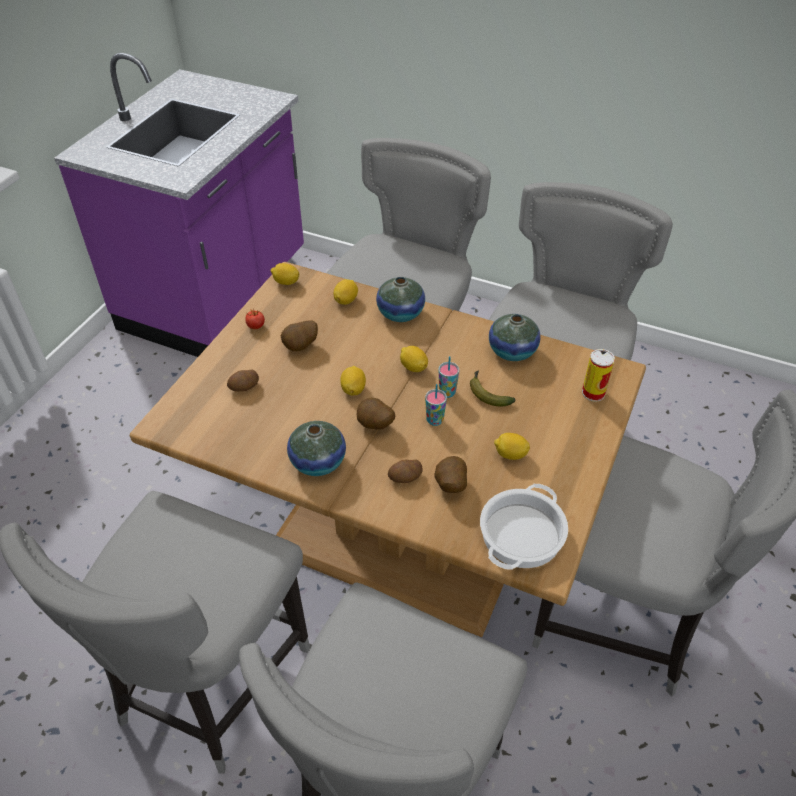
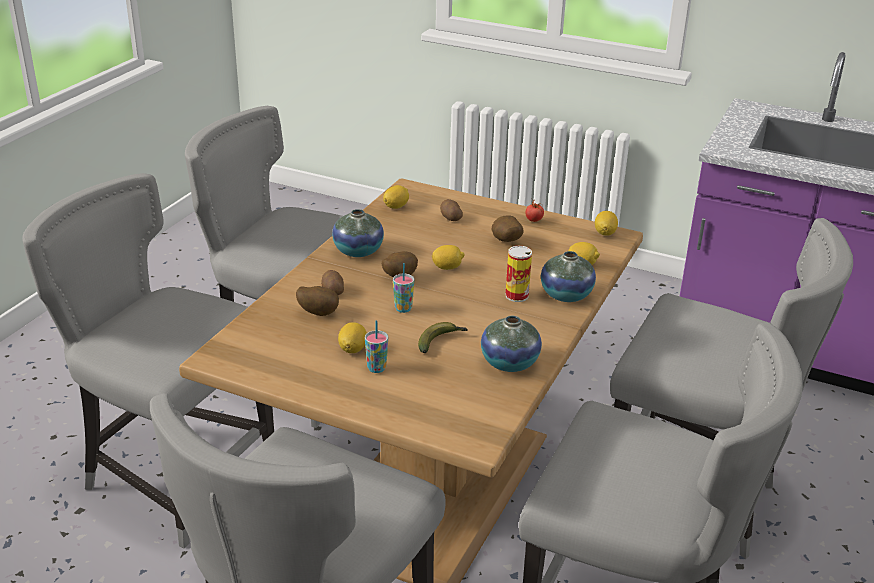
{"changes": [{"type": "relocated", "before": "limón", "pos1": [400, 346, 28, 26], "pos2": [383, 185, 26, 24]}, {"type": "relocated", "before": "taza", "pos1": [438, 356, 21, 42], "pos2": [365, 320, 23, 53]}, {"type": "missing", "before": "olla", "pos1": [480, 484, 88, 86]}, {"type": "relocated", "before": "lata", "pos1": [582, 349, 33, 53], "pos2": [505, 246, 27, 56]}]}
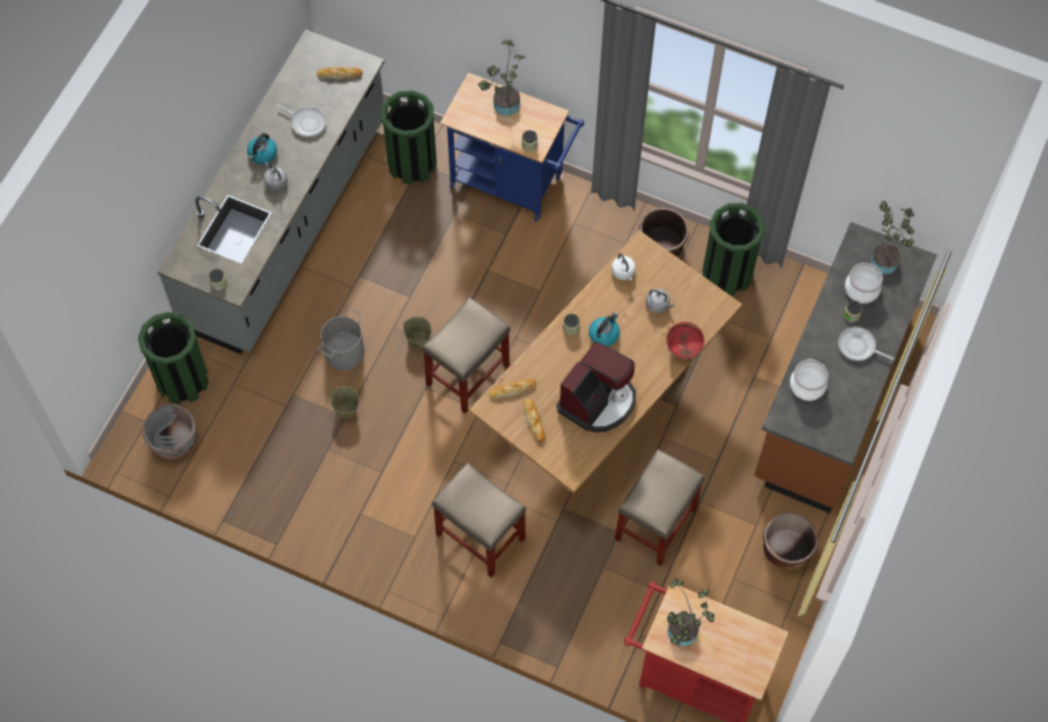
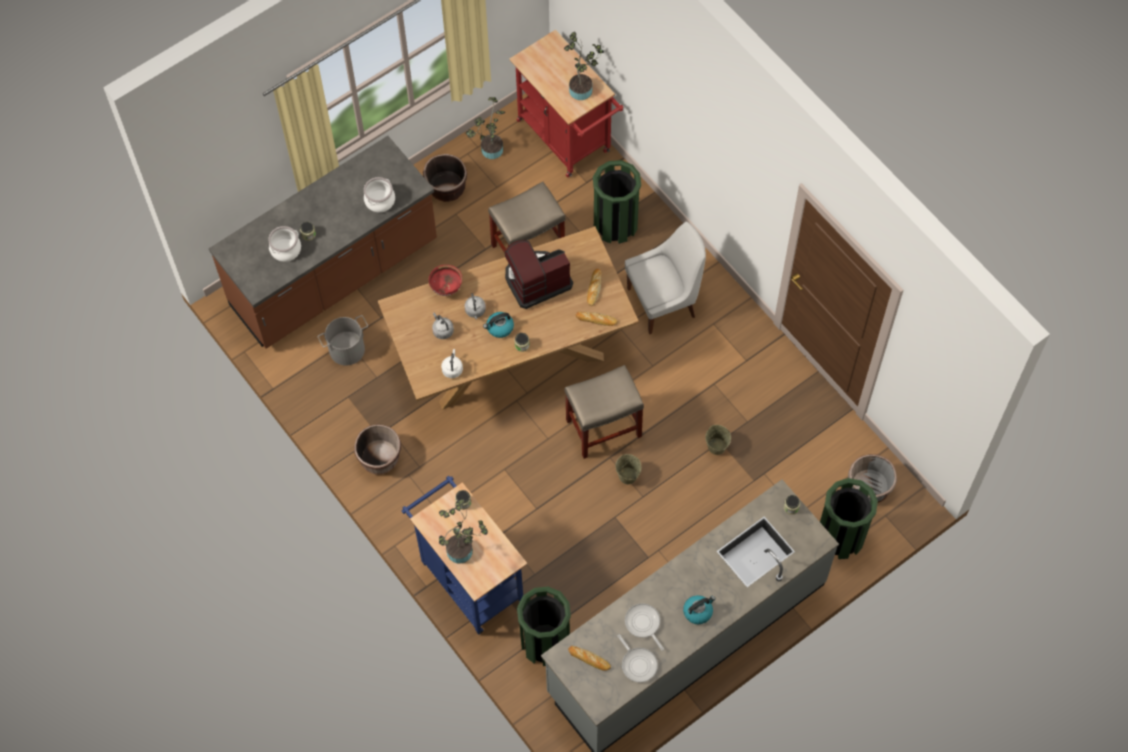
{"changes": [{"type": "relocated", "before": "hervidor (gris)", "pos1": [264, 161, 24, 30], "pos2": [465, 293, 21, 26]}, {"type": "relocated", "before": "cubo (gris)", "pos1": [318, 308, 47, 62], "pos2": [318, 315, 50, 51]}, {"type": "exchanged", "before": "taburete (beis)", "after": "silla (blanco)", "pos1": [432, 463, 94, 115], "pos2": [625, 222, 81, 112]}, {"type": "relocated", "before": "papelera (verde)", "pos1": [702, 203, 63, 93], "pos2": [593, 160, 48, 84]}, {"type": "relocated", "before": "sartén", "pos1": [838, 326, 56, 35], "pos2": [617, 634, 41, 48]}, {"type": "relocated", "before": "planta en maceta", "pos1": [871, 201, 44, 73], "pos2": [466, 97, 39, 62]}]}
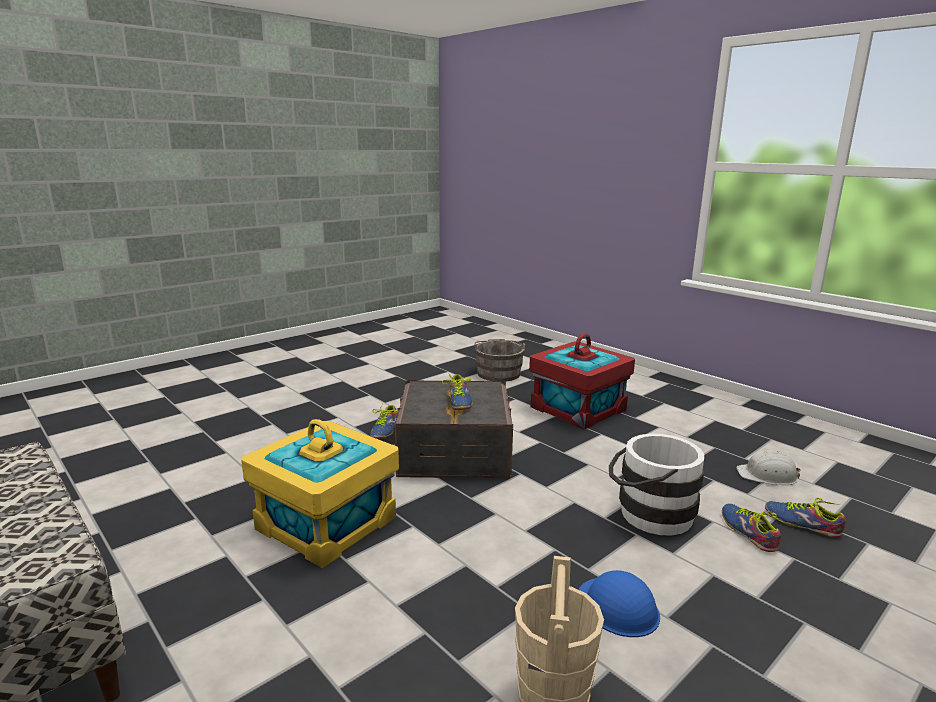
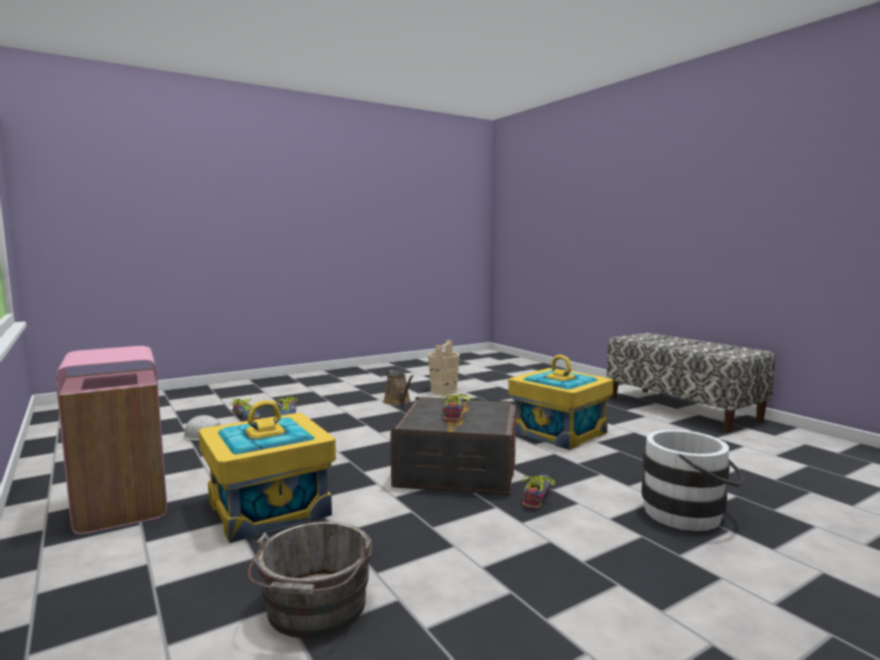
{"changes": [{"type": "colour", "before": "caja de almacenaje (rojo)", "after": "caja de almacenaje (amarillo)", "pos1": [529, 333, 106, 97], "pos2": [198, 400, 138, 143]}, {"type": "exchanged", "before": "casco (azul)", "after": "regadera (marrón)", "pos1": [579, 570, 81, 67], "pos2": [384, 370, 29, 35]}, {"type": "relocated", "before": "cubo (blanco)", "pos1": [609, 434, 95, 102], "pos2": [641, 430, 104, 101]}, {"type": "appeared", "after": "papelera (rosa)", "pos2": [56, 346, 111, 188]}]}
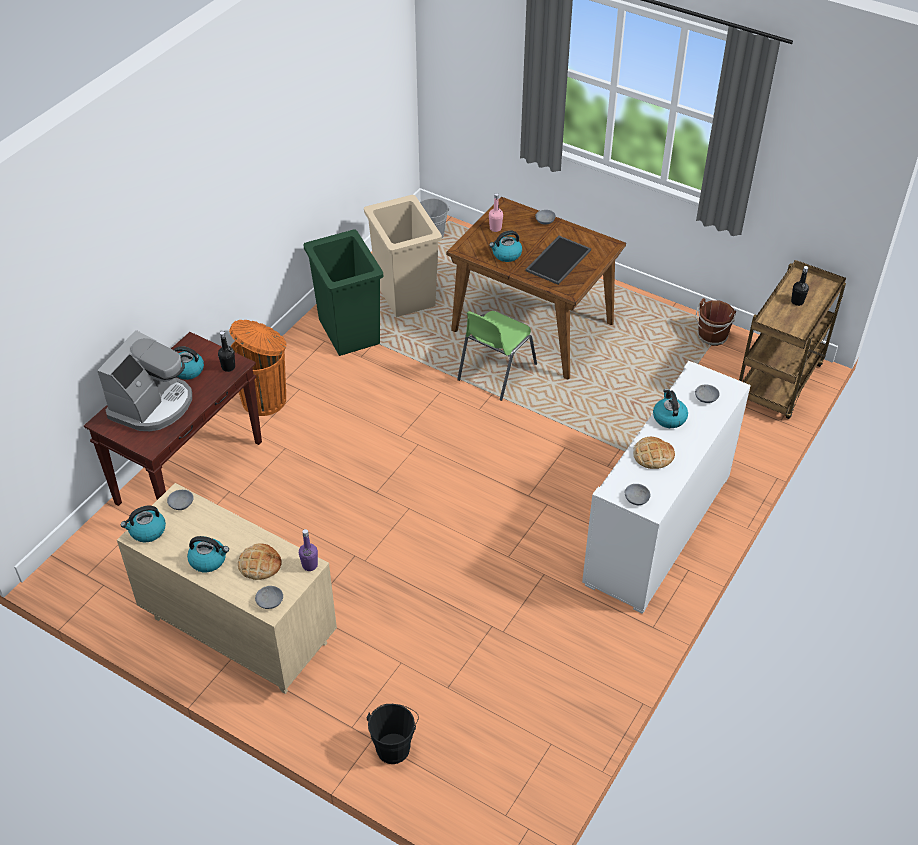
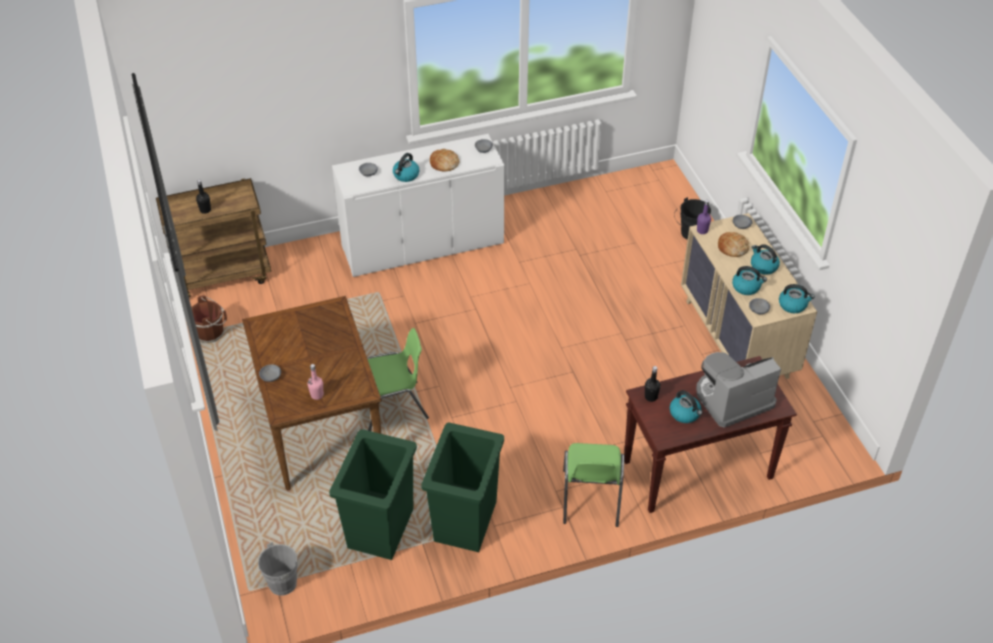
{"changes": [{"type": "exchanged", "before": "papelera (naranja)", "after": "silla (verde)", "pos1": [229, 320, 58, 96], "pos2": [563, 443, 61, 84]}, {"type": "colour", "before": "papelera (beis)", "after": "papelera (verde)", "pos1": [364, 195, 78, 122], "pos2": [329, 429, 88, 131]}, {"type": "relocated", "before": "hervidor", "pos1": [489, 231, 33, 31], "pos2": [732, 266, 35, 29]}, {"type": "missing", "before": "bandeja", "pos1": [525, 236, 66, 49]}]}
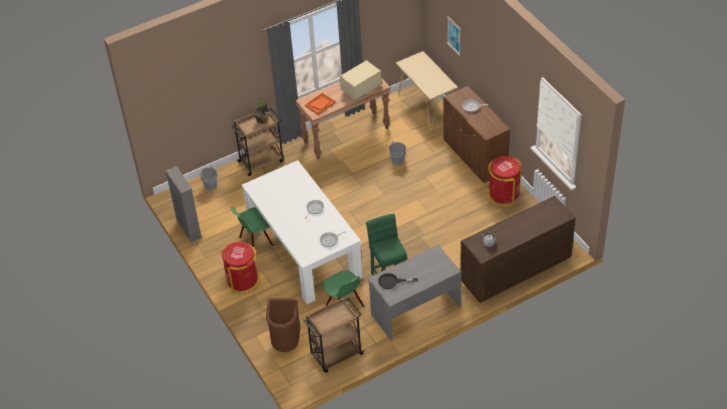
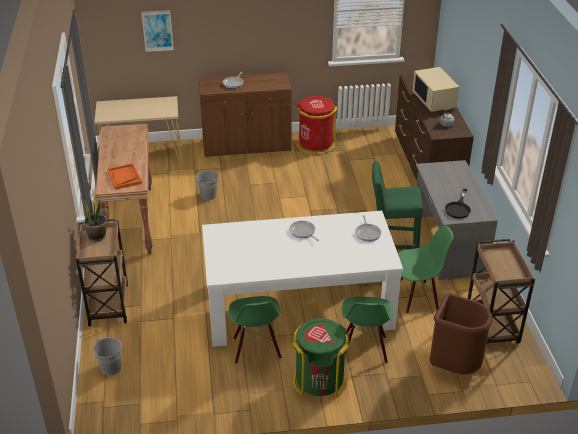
{"changes": [{"type": "missing", "before": "estantería (gris)", "pos1": [166, 166, 36, 77]}, {"type": "colour", "before": "papelera (rojo)", "after": "papelera (verde)", "pos1": [222, 242, 38, 52], "pos2": [293, 318, 56, 79]}, {"type": "relocated", "before": "microondas (beis)", "pos1": [340, 60, 42, 40], "pos2": [413, 67, 46, 45]}, {"type": "appeared", "after": "silla (verde)", "pos2": [342, 297, 51, 66]}]}
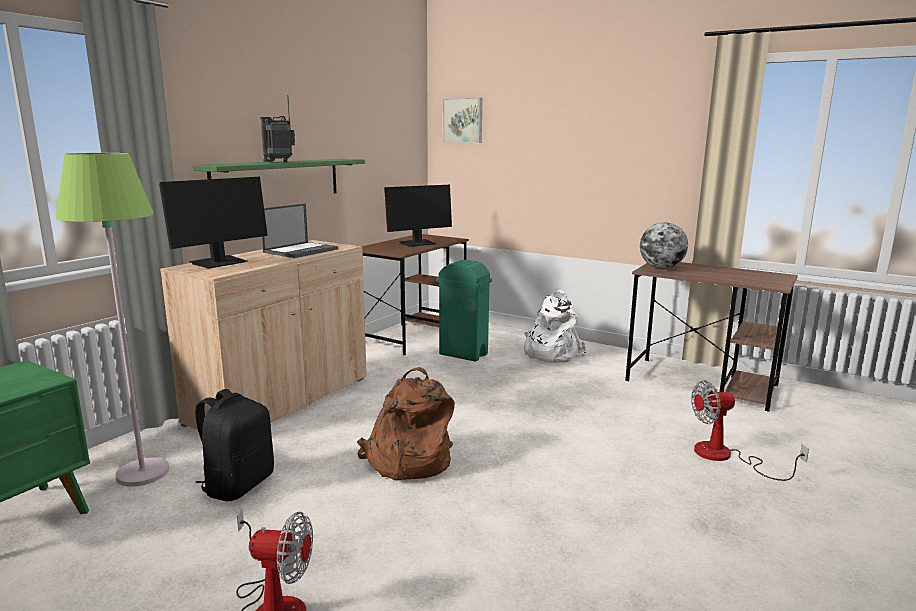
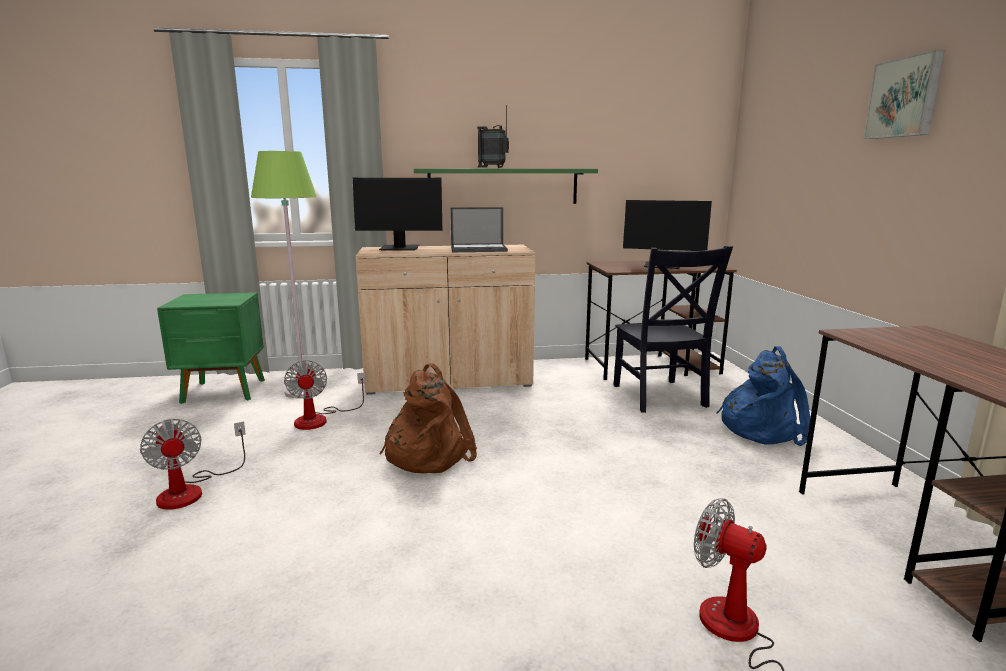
{"changes": [{"type": "exchanged", "before": "mochila (negro)", "after": "ventilador", "pos1": [195, 389, 79, 112], "pos2": [284, 360, 82, 70]}, {"type": "exchanged", "before": "papelera (verde)", "after": "silla (negro)", "pos1": [437, 260, 55, 102], "pos2": [613, 246, 120, 167]}, {"type": "relocated", "before": "cuadro", "pos1": [443, 98, 39, 45], "pos2": [863, 50, 82, 89]}, {"type": "colour", "before": "mochila (blanco)", "after": "mochila (azul)", "pos1": [524, 290, 62, 72], "pos2": [716, 346, 94, 100]}, {"type": "missing", "before": "globo terráqueo", "pos1": [640, 222, 48, 47]}]}
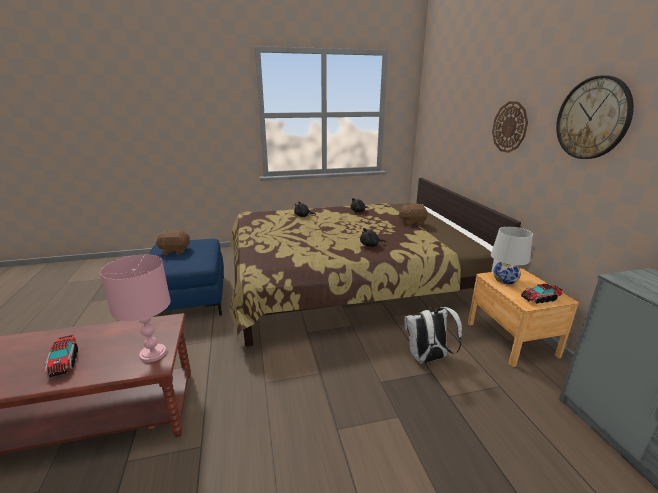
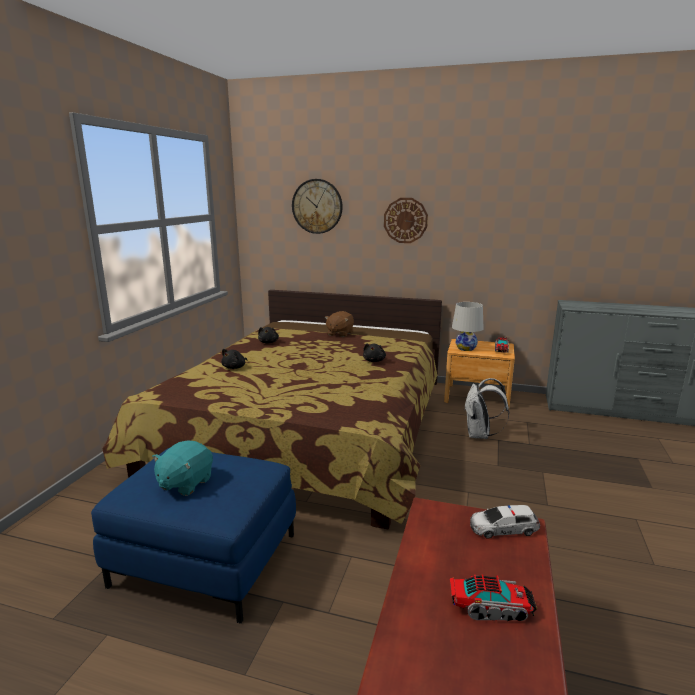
{"changes": [{"type": "exchanged", "before": "lámpara de mesa (rosa)", "after": "coche de juguete", "pos1": [100, 255, 71, 107], "pos2": [470, 505, 70, 34]}, {"type": "colour", "before": "peluche (marrón)", "after": "peluche (turquesa)", "pos1": [156, 230, 34, 25], "pos2": [152, 441, 61, 55]}, {"type": "relocated", "before": "reloj de pared", "pos1": [556, 75, 78, 84], "pos2": [292, 179, 51, 55]}]}
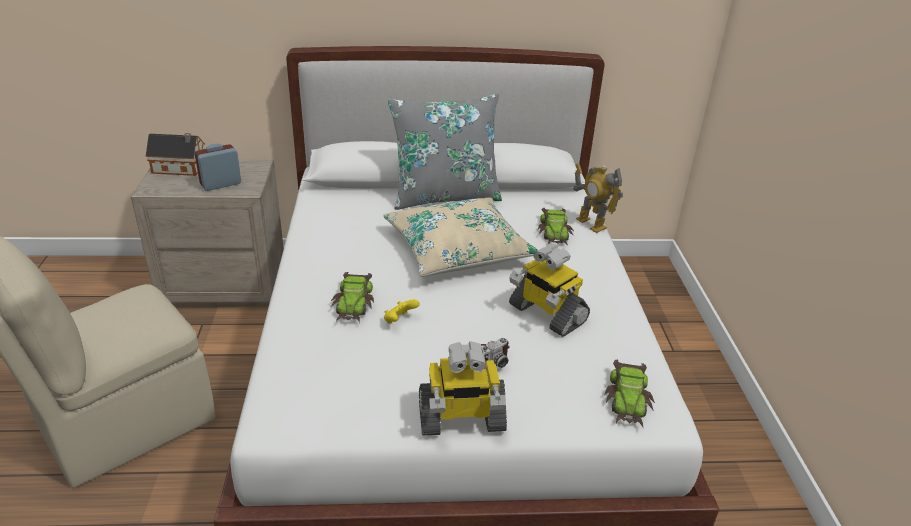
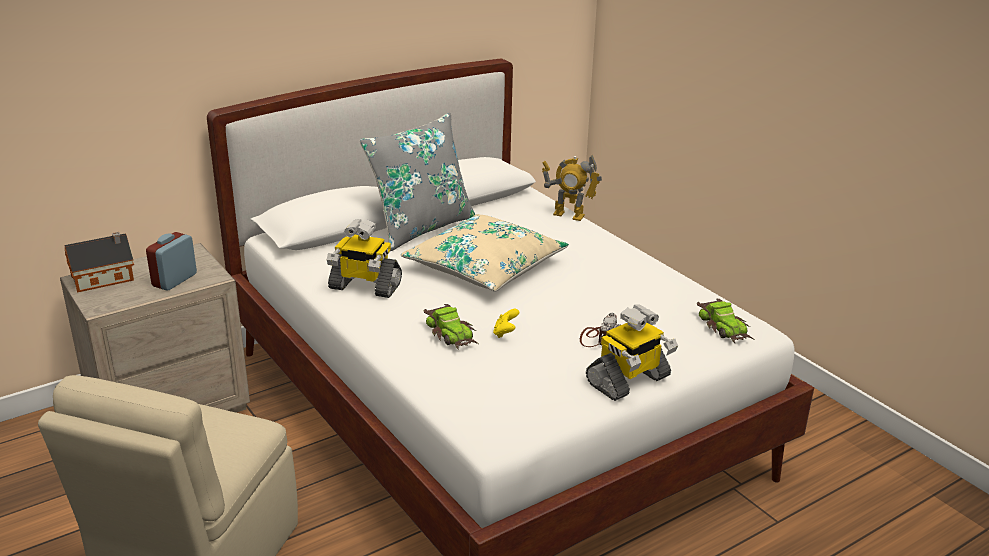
{"changes": [{"type": "relocated", "before": "robot de juguete", "pos1": [509, 244, 81, 93], "pos2": [327, 219, 75, 79]}, {"type": "missing", "before": "coche de juguete", "pos1": [538, 208, 36, 37]}]}
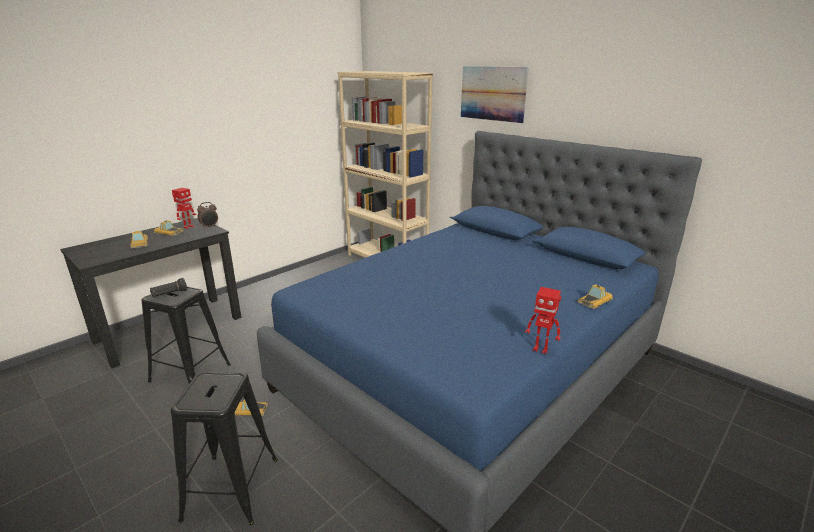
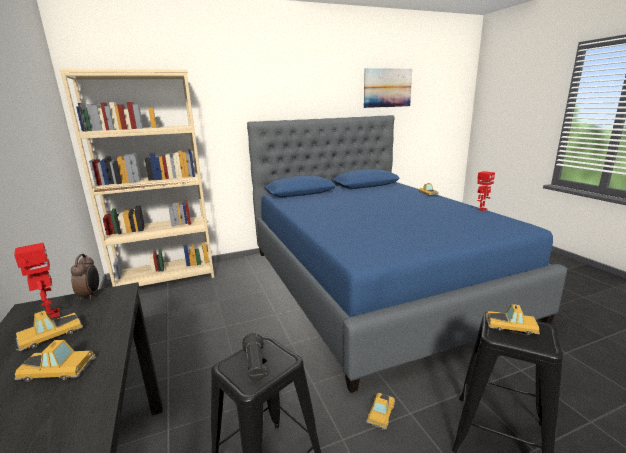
{"changes": [{"type": "relocated", "before": "cuadro", "pos1": [461, 66, 68, 57], "pos2": [364, 68, 48, 40]}, {"type": "appeared", "after": "coche de juguete", "pos2": [485, 304, 55, 31]}]}
